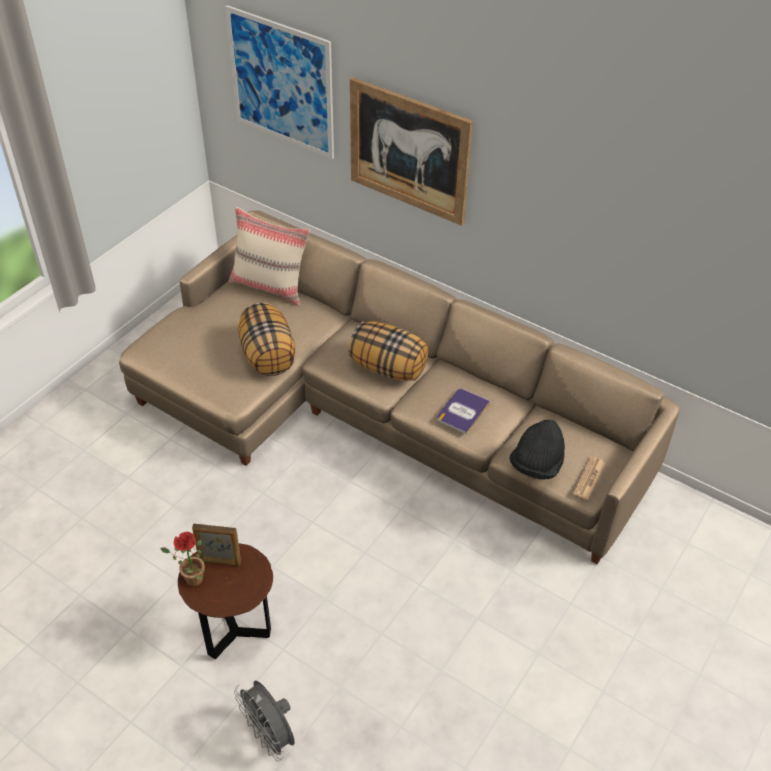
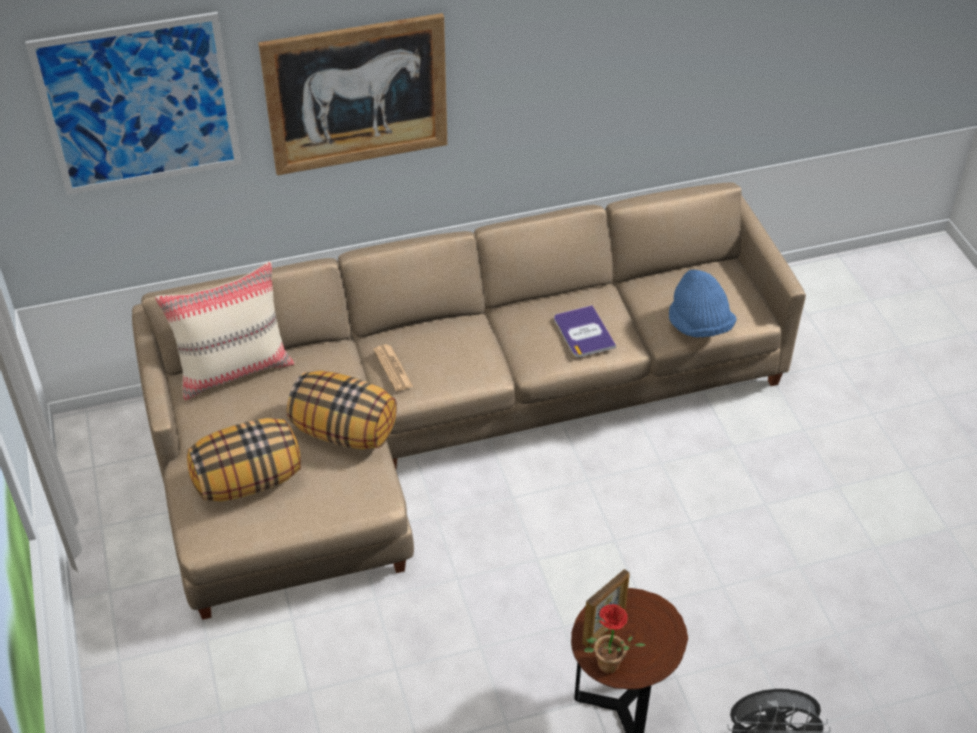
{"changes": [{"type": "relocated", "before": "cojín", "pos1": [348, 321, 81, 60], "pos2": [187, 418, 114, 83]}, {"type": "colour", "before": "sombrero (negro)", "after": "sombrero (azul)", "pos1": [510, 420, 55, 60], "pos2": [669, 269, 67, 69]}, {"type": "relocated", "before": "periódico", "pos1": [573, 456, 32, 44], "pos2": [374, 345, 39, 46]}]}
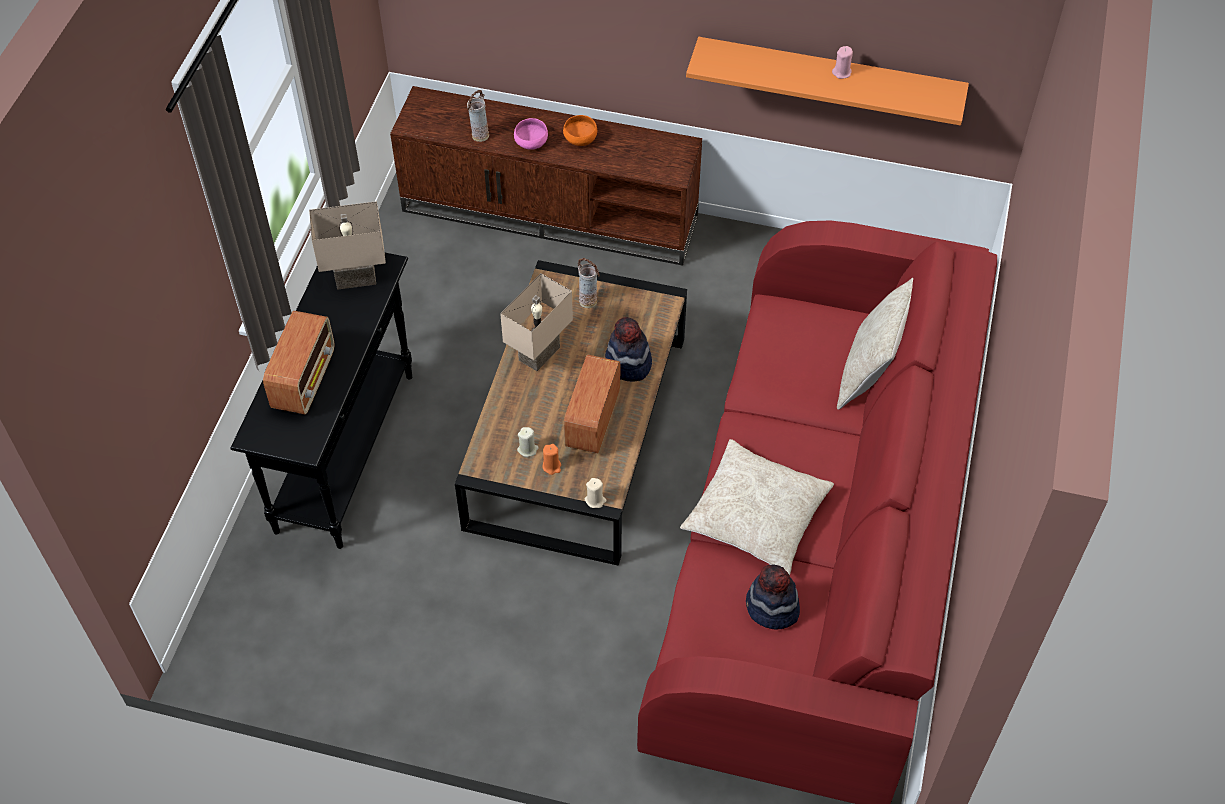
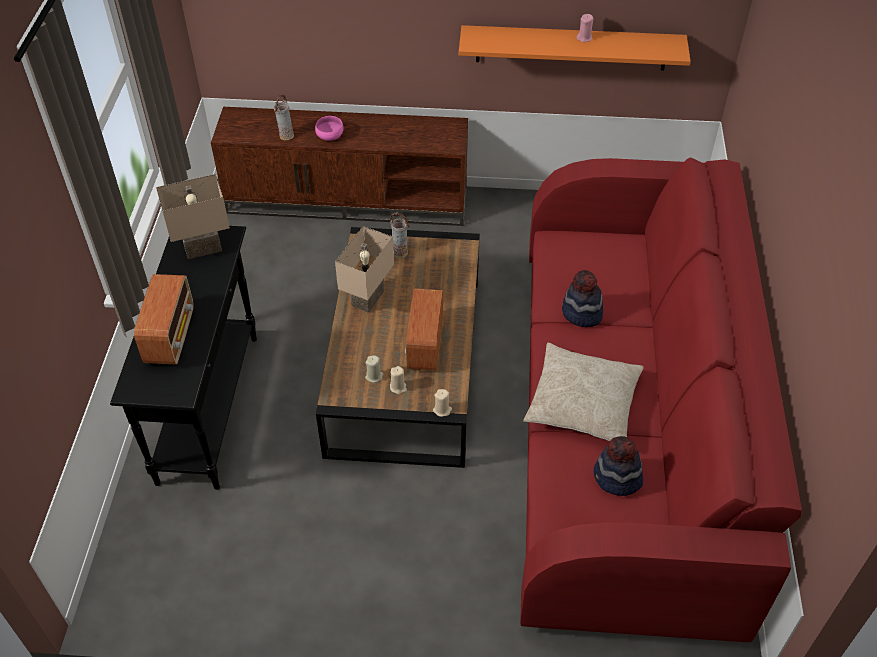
{"changes": [{"type": "colour", "before": "vela (naranja)", "after": "vela (beis)", "pos1": [542, 444, 19, 31], "pos2": [390, 366, 17, 28]}, {"type": "missing", "before": "cuenco (naranja)", "pos1": [563, 115, 34, 31]}, {"type": "relocated", "before": "sombrero", "pos1": [605, 317, 47, 65], "pos2": [562, 270, 41, 57]}, {"type": "missing", "before": "cojín (beis)", "pos1": [837, 278, 76, 131]}]}
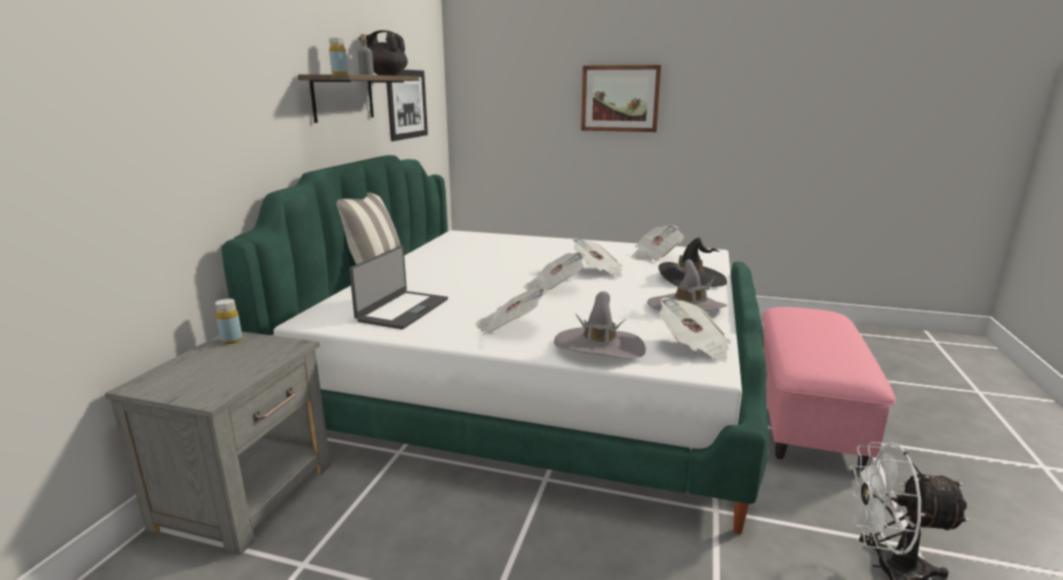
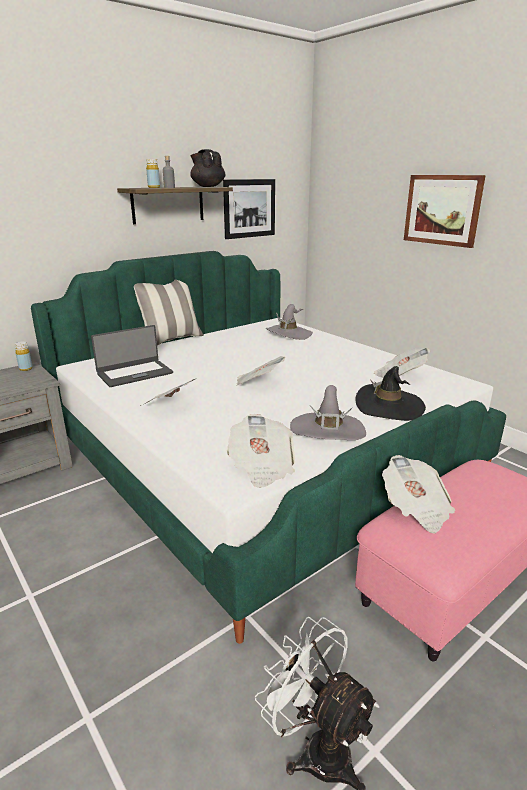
{"changes": [{"type": "relocated", "before": "sombrero (gris)", "pos1": [554, 291, 92, 68], "pos2": [266, 304, 47, 36]}, {"type": "relocated", "before": "periódico", "pos1": [573, 238, 49, 39], "pos2": [382, 455, 73, 79]}]}
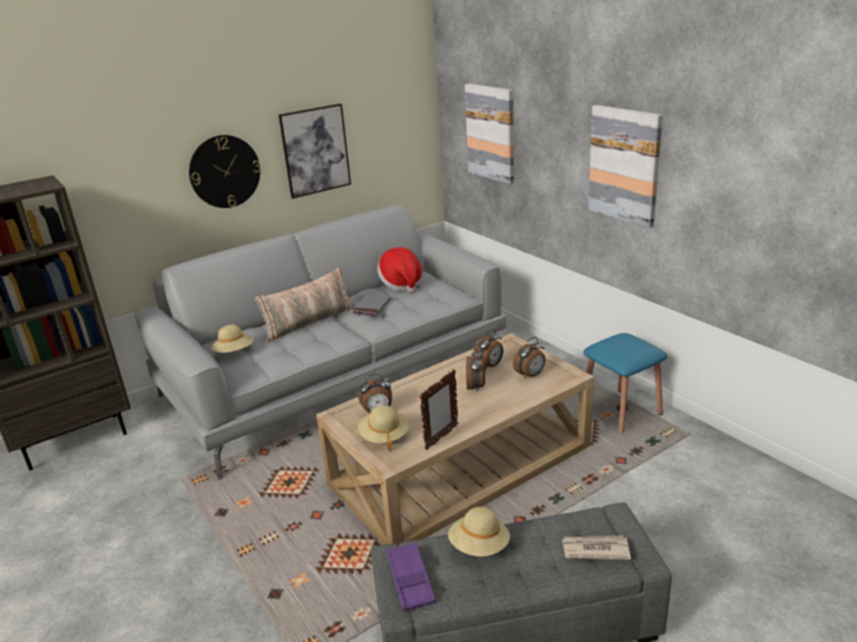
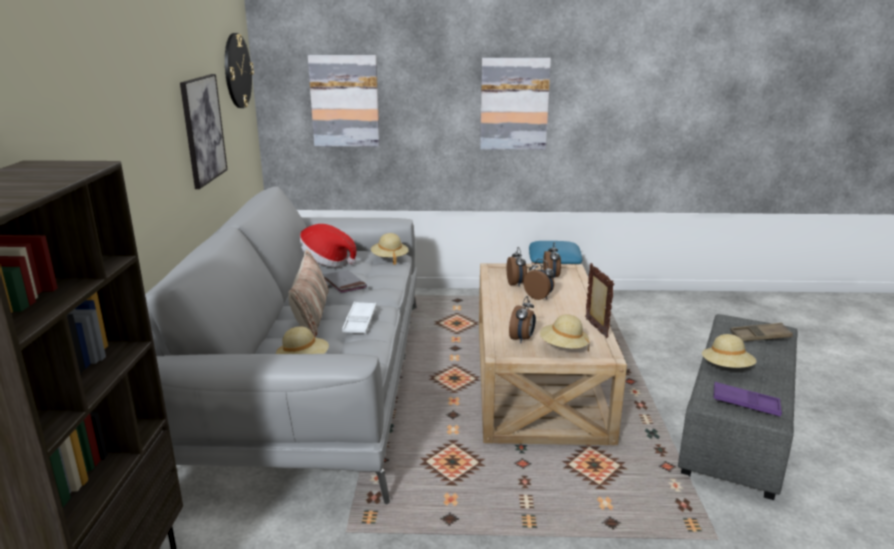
{"changes": [{"type": "relocated", "before": "reloj de pared", "pos1": [189, 135, 72, 73], "pos2": [225, 33, 29, 75]}, {"type": "exchanged", "before": "periódico", "after": "bandeja (marrón)", "pos1": [562, 536, 69, 24], "pos2": [730, 323, 63, 19]}, {"type": "appeared", "after": "bandeja (blanco)", "pos2": [342, 301, 34, 33]}, {"type": "appeared", "after": "sombrero (beis)", "pos2": [371, 233, 38, 32]}]}
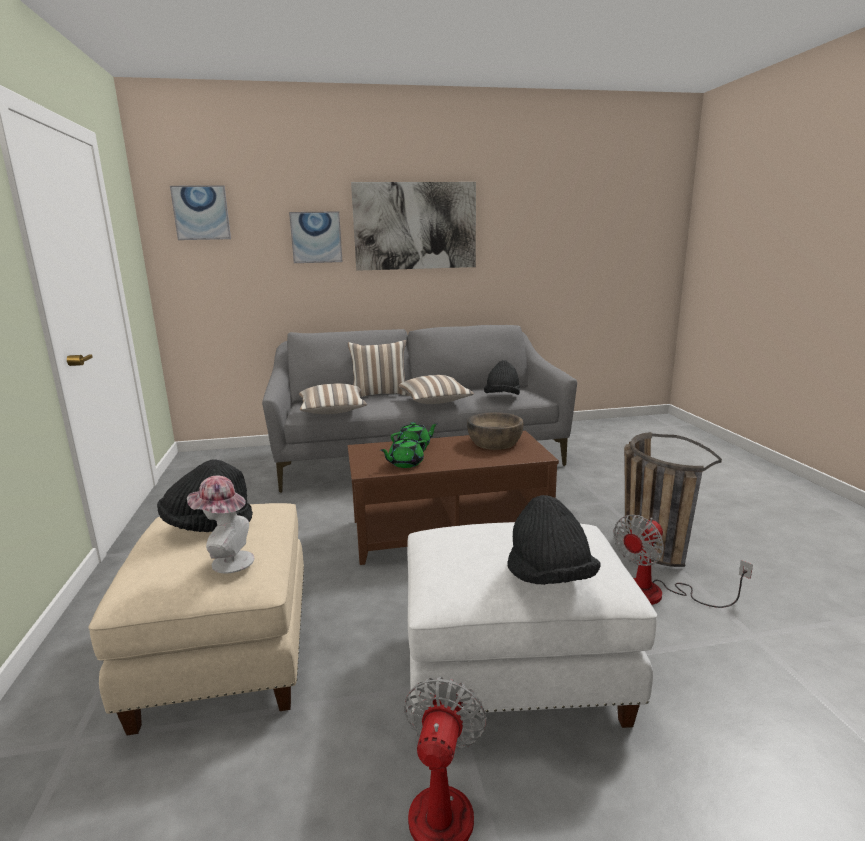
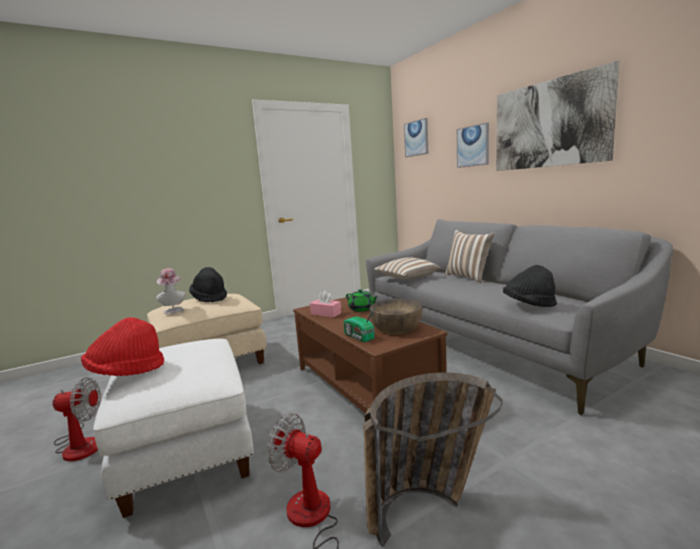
{"changes": [{"type": "exchanged", "before": "tetera (verde)", "after": "caja de pañuelos (rosa)", "pos1": [380, 437, 47, 31], "pos2": [310, 291, 32, 27]}, {"type": "missing", "before": "cojín", "pos1": [398, 375, 76, 29]}, {"type": "colour", "before": "sombrero (negro)", "after": "sombrero (rojo)", "pos1": [508, 495, 93, 90], "pos2": [81, 317, 83, 59]}, {"type": "appeared", "after": "radio", "pos2": [343, 307, 32, 35]}]}
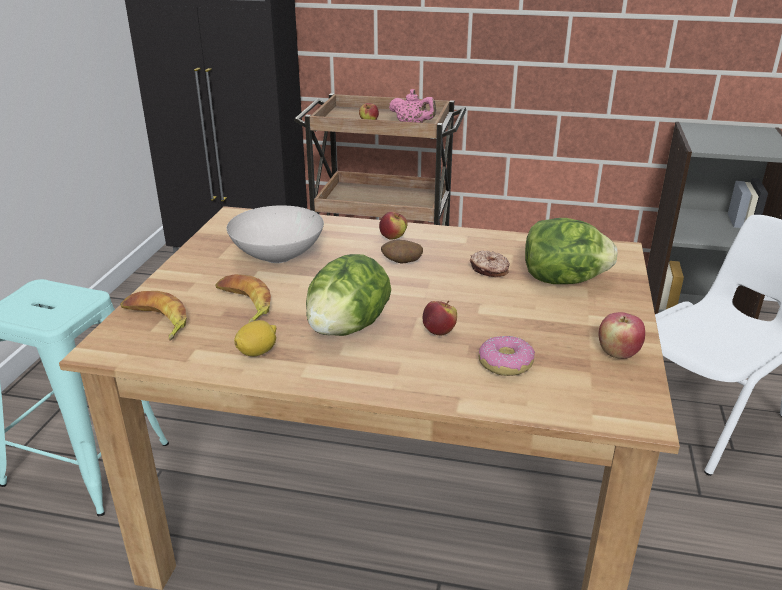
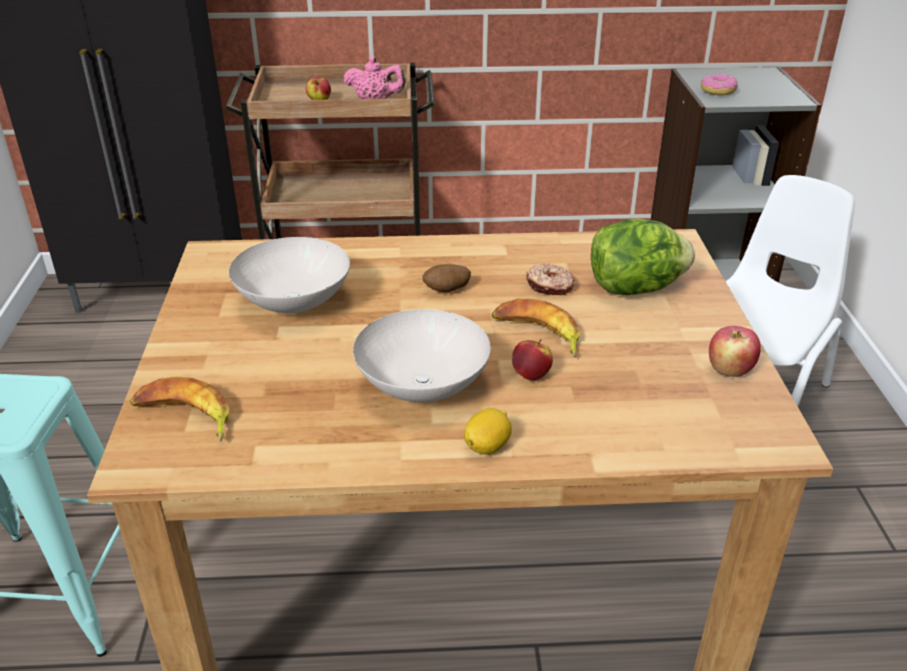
{"changes": [{"type": "relocated", "before": "plátano", "pos1": [215, 274, 56, 49], "pos2": [492, 299, 88, 58]}, {"type": "relocated", "before": "limón", "pos1": [234, 320, 42, 36], "pos2": [464, 408, 48, 46]}, {"type": "exchanged", "before": "lechuga", "after": "cuenco (blanco)", "pos1": [306, 254, 85, 82], "pos2": [353, 309, 138, 93]}, {"type": "missing", "before": "manzana", "pos1": [379, 212, 28, 28]}, {"type": "relocated", "before": "rosquilla", "pos1": [479, 336, 56, 40], "pos2": [701, 74, 37, 21]}]}
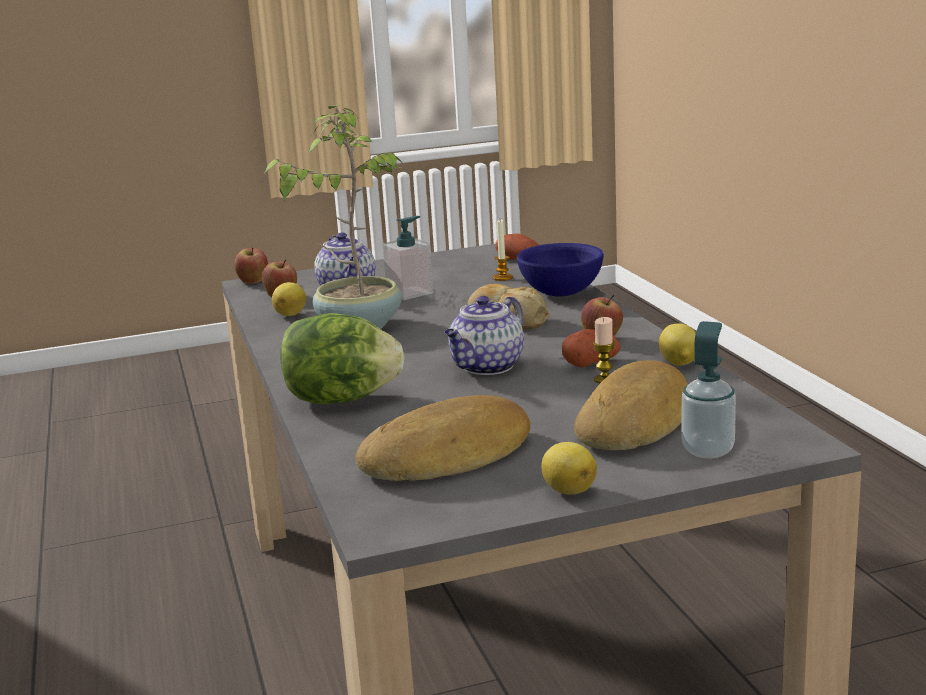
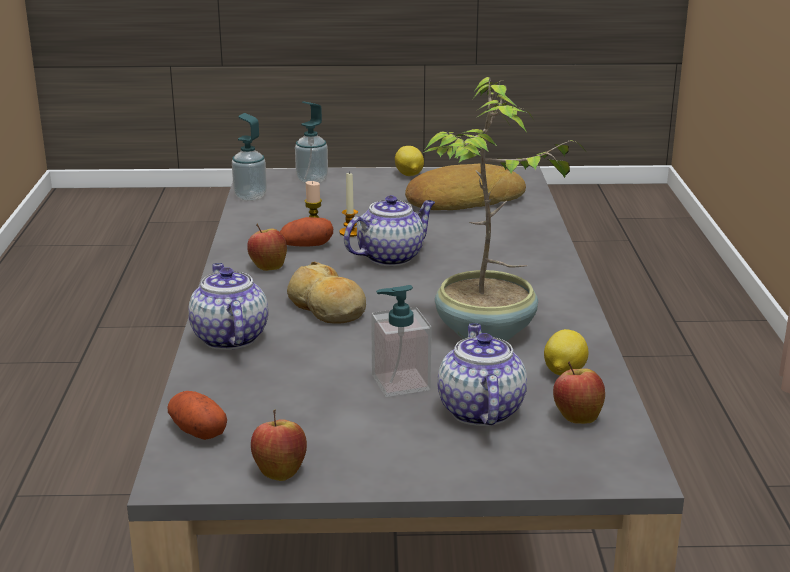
{"changes": [{"type": "relocated", "before": "manzana", "pos1": [234, 248, 34, 36], "pos2": [251, 409, 56, 72]}, {"type": "missing", "before": "lechuga", "pos1": [281, 313, 124, 91]}, {"type": "relocated", "before": "vela", "pos1": [493, 220, 20, 61], "pos2": [339, 172, 19, 65]}, {"type": "exchanged", "before": "cuenco (azul)", "after": "tetera", "pos1": [517, 243, 87, 54], "pos2": [188, 263, 80, 87]}, {"type": "missing", "before": "pan", "pos1": [574, 360, 114, 90]}, {"type": "missing", "before": "limón", "pos1": [659, 323, 37, 43]}, {"type": "appeared", "after": "dispensador de jabón", "pos2": [232, 113, 35, 88]}]}
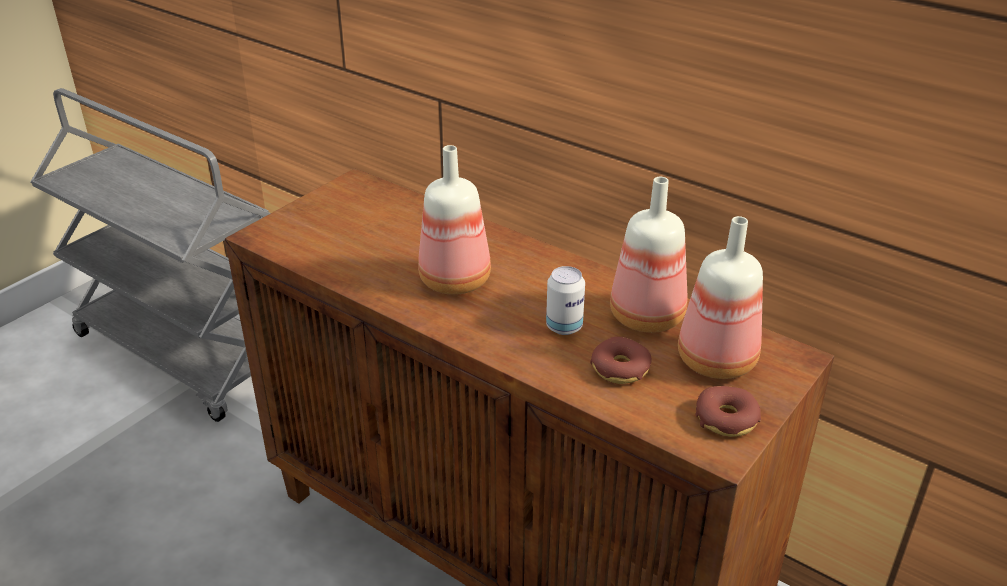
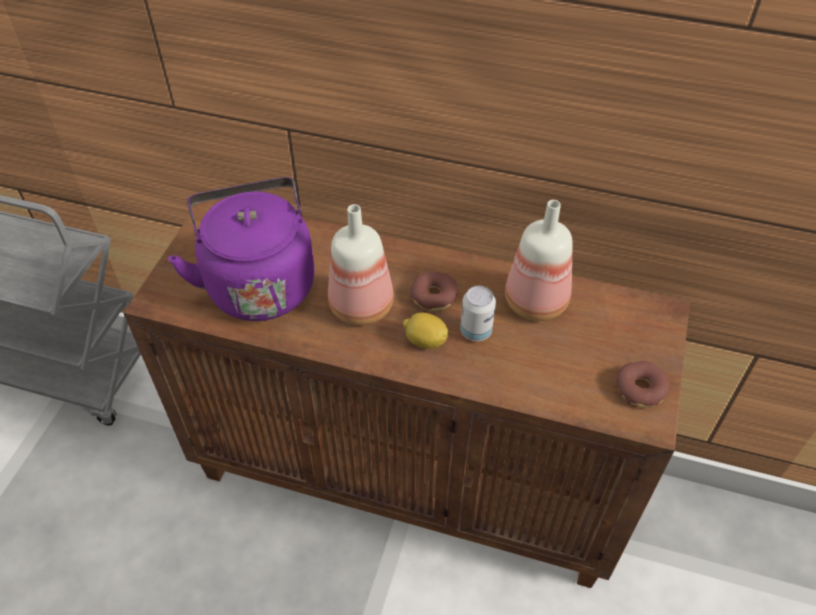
{"changes": [{"type": "relocated", "before": "rosquilla", "pos1": [590, 337, 62, 47], "pos2": [410, 271, 47, 40]}, {"type": "missing", "before": "botella", "pos1": [678, 216, 85, 163]}, {"type": "appeared", "after": "hervidor (morado)", "pos2": [168, 177, 147, 144]}, {"type": "appeared", "after": "limón", "pos2": [403, 312, 46, 37]}]}
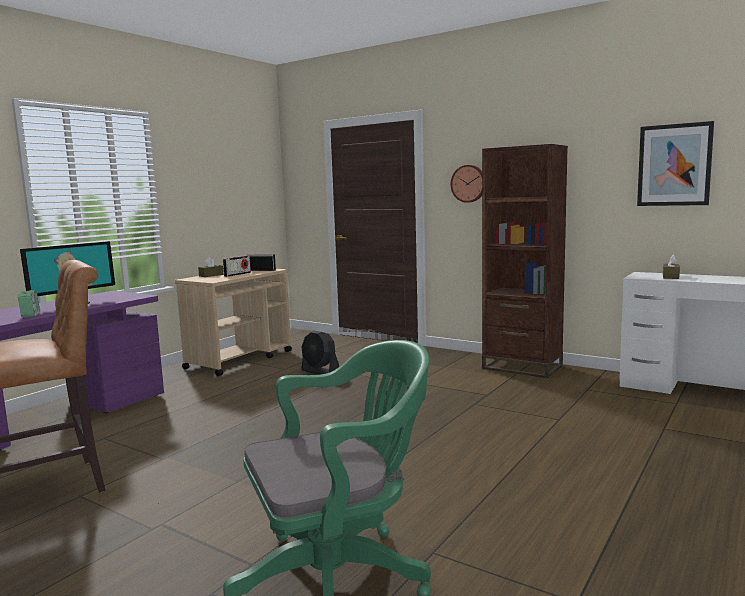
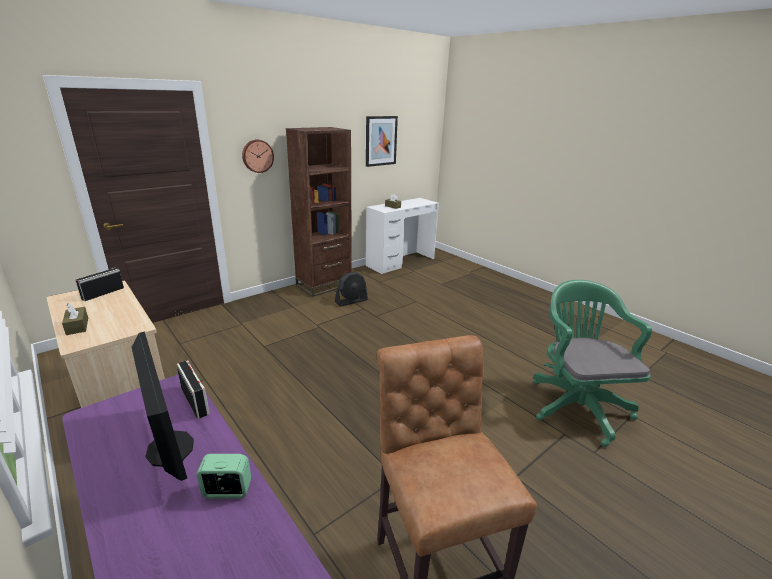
{"changes": [{"type": "relocated", "before": "radio", "pos1": [223, 256, 28, 21], "pos2": [177, 360, 33, 59]}, {"type": "relocated", "before": "ventilador (negro)", "pos1": [301, 330, 38, 45], "pos2": [335, 272, 33, 35]}]}
